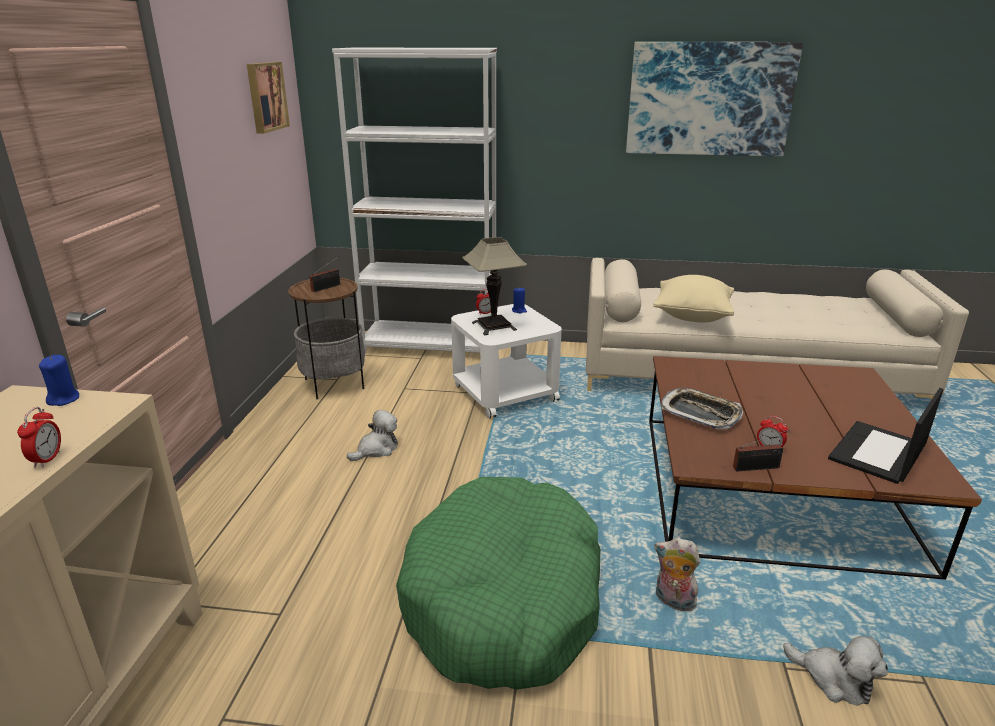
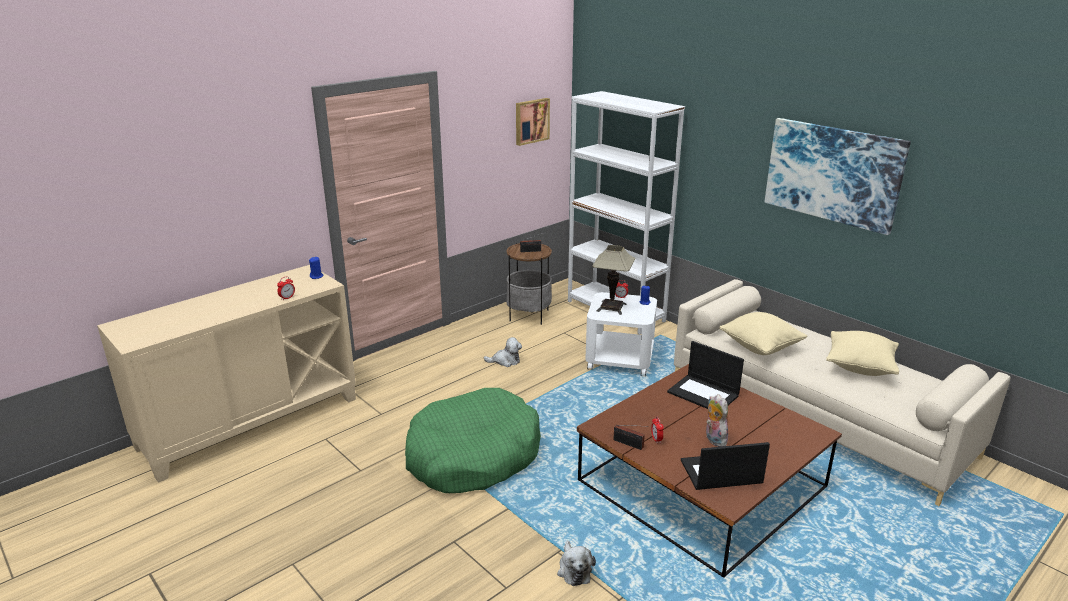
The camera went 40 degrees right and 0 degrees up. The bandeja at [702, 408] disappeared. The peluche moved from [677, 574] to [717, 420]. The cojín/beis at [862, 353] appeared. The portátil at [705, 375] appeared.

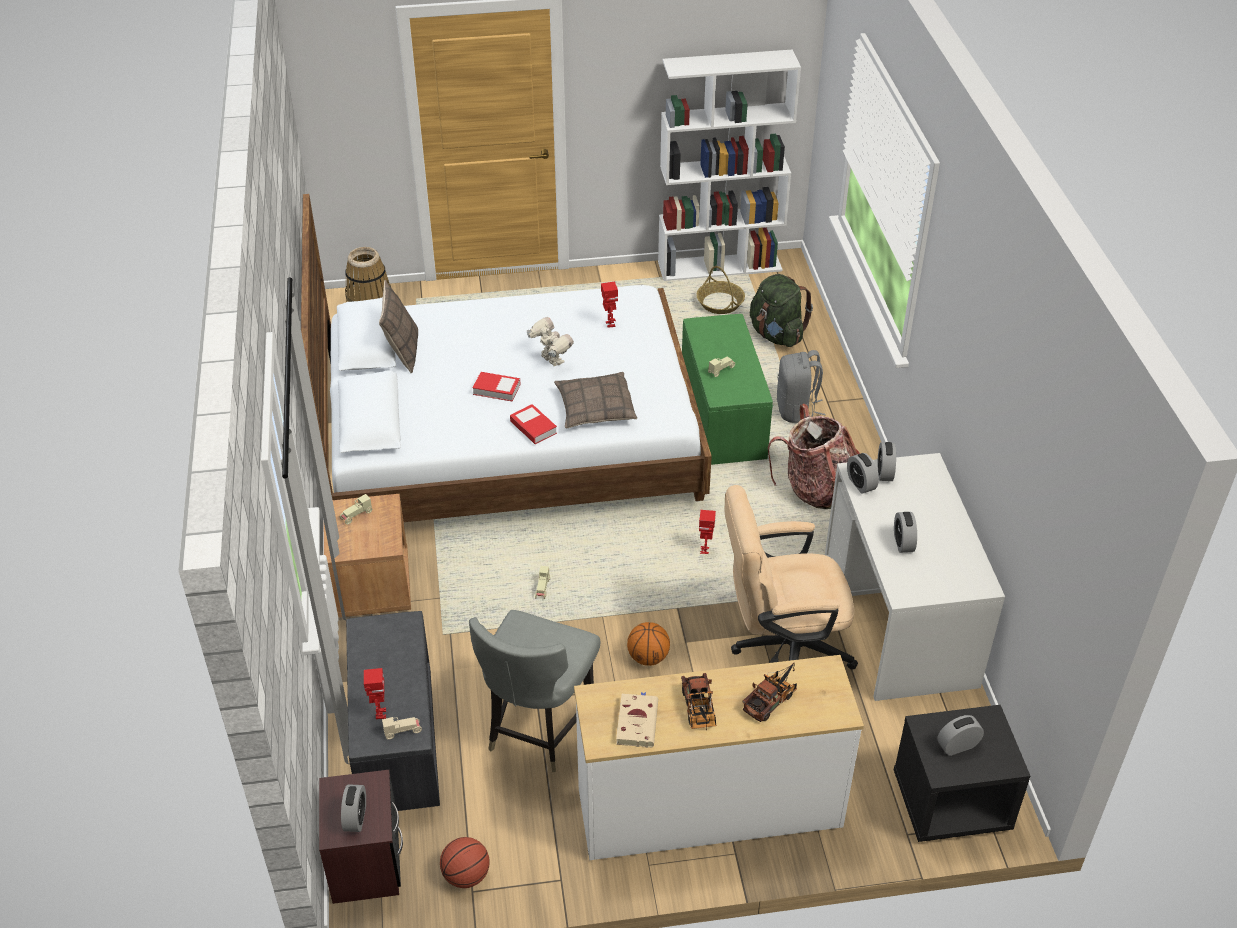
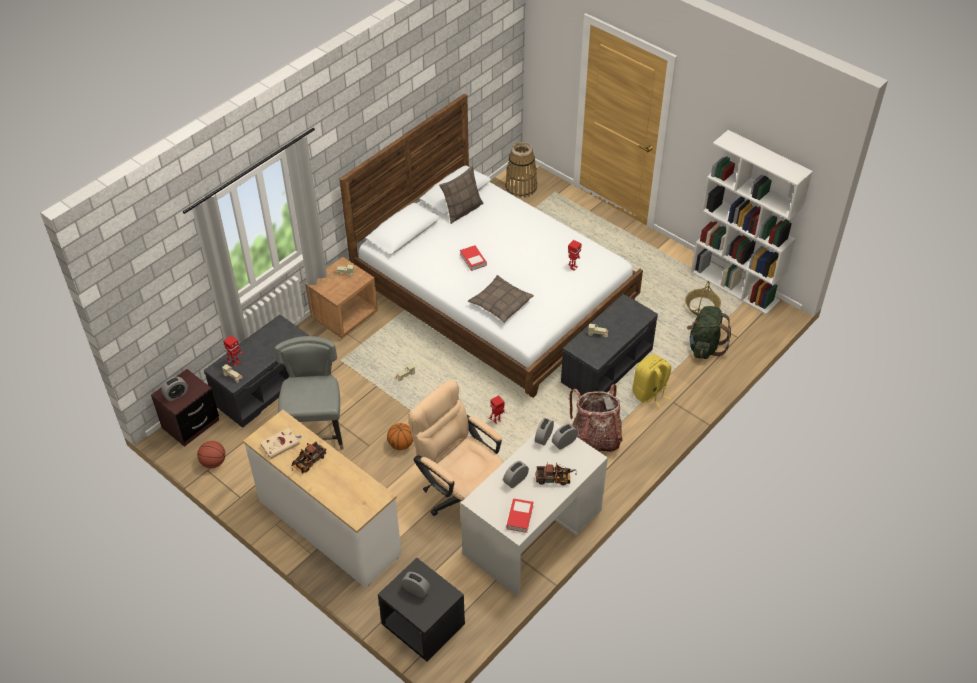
The camera went 50 degrees right and 5 degrees up. The banco/verde at [727, 389] became the banco/gris at [609, 345]. The robot de juguete at [550, 341] disappeared. The mochila/gris at [801, 386] became the mochila/amarillo at [652, 381]. The libro moved from [533, 424] to [520, 515]. The silla/gris at [534, 691] turned 105 degrees clockwise. The camión de juguete moved from [769, 692] to [556, 474].

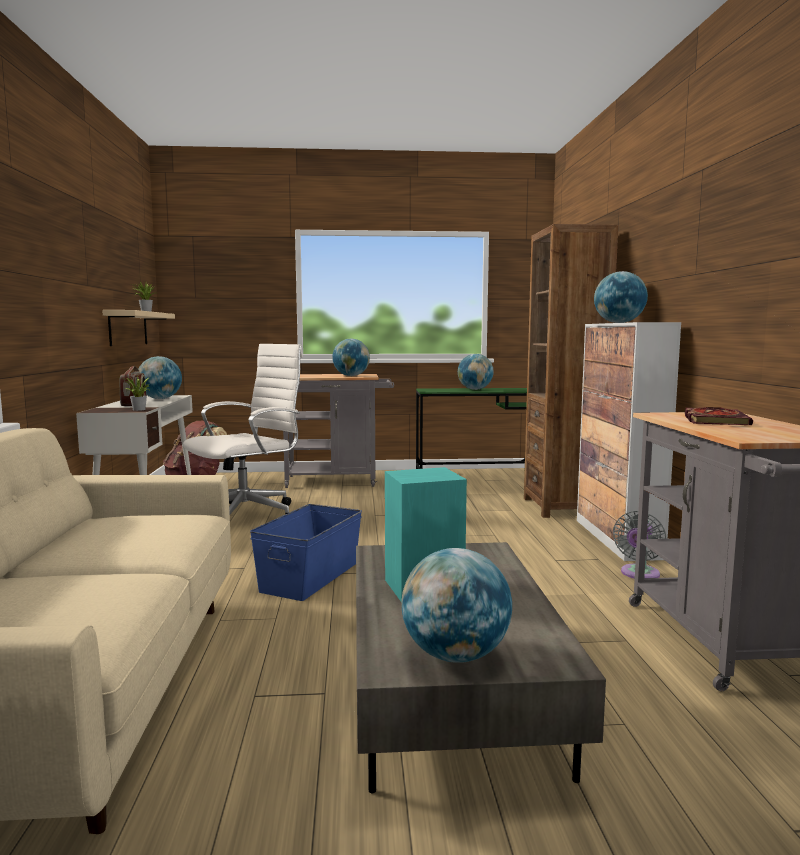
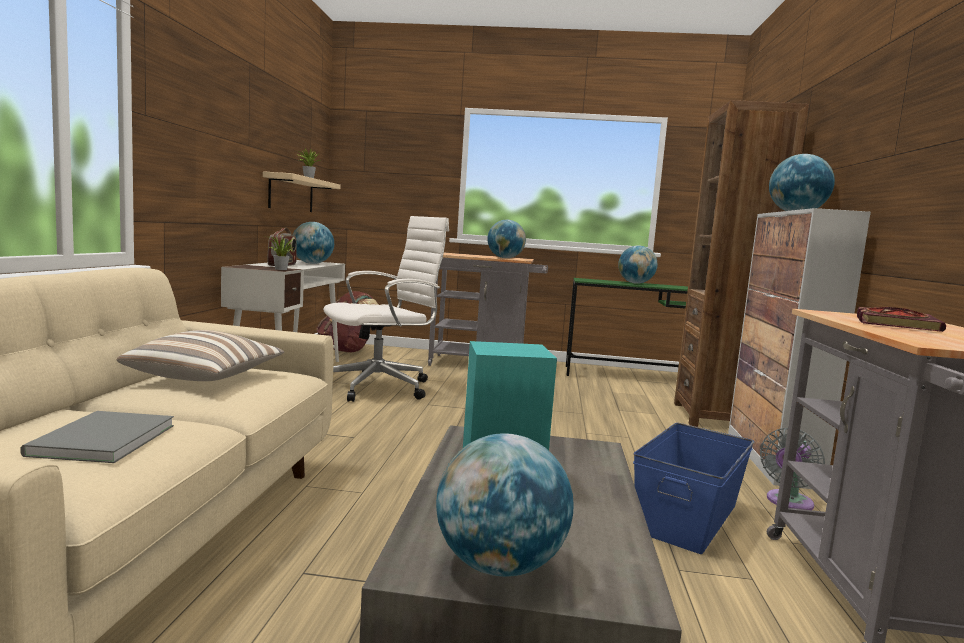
The camera went 10 degrees right and 0 degrees up. The caja de almacenaje/azul moved from [306, 552] to [693, 488]. The cojín at [200, 355] appeared. The libro/gris at [97, 437] appeared.

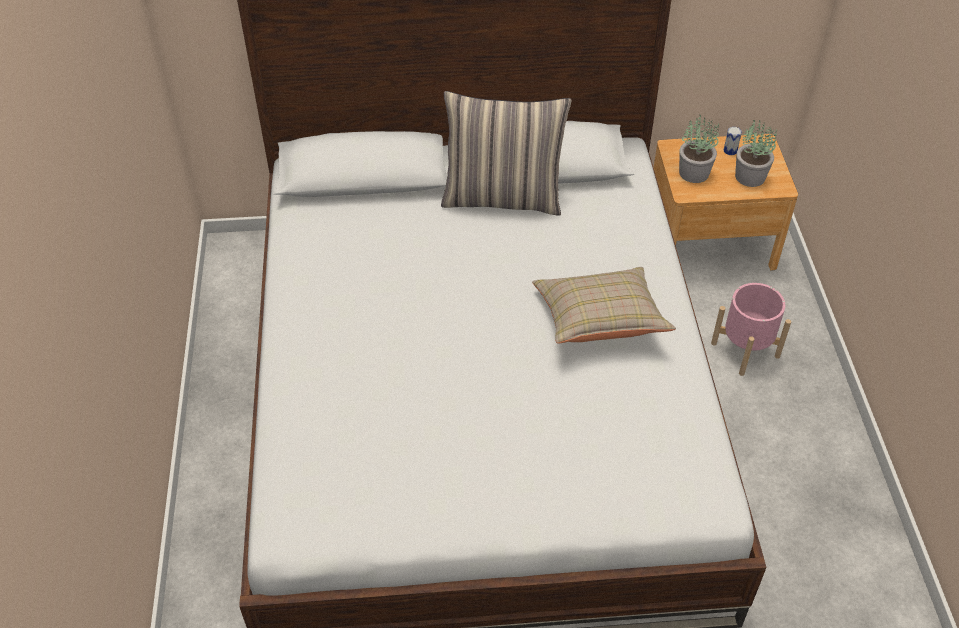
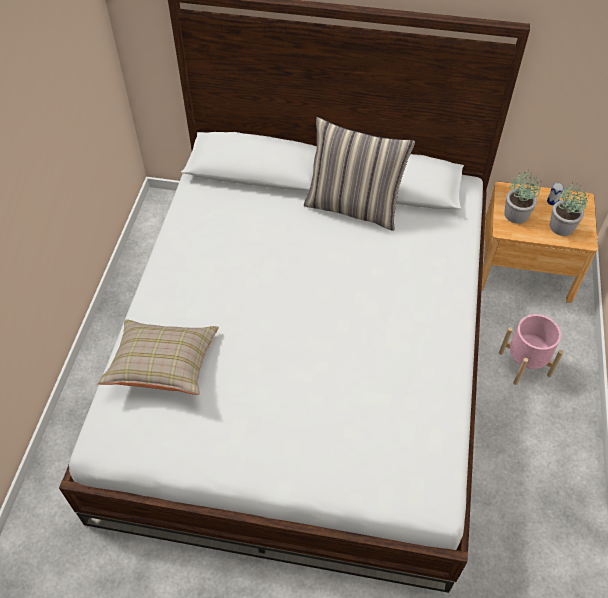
The camera went 15 degrees right and 5 degrees up. The cojín/beis moved from [604, 305] to [158, 357].

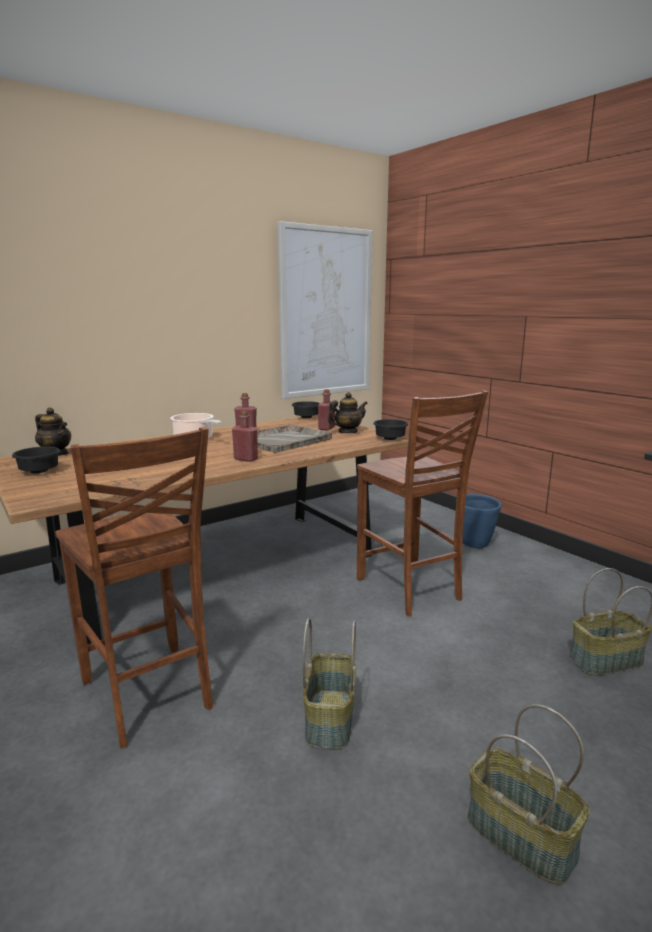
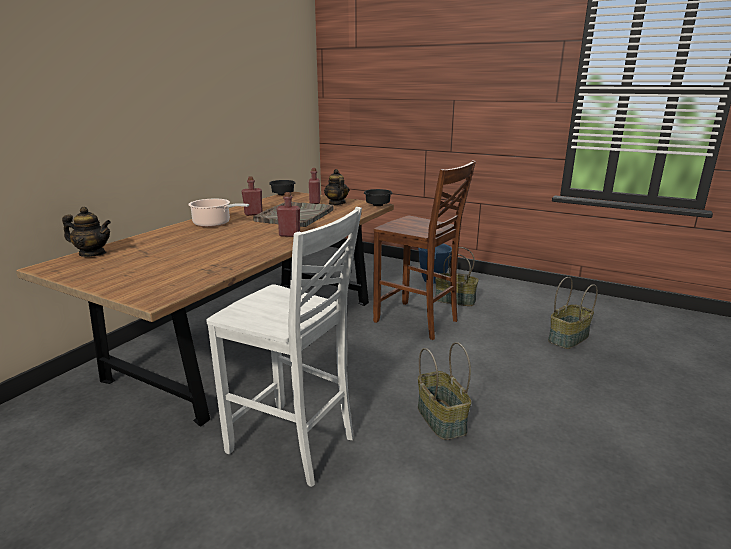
The camera went 25 degrees left and 5 degrees up. The cuadro at [324, 310] disappeared. The tetera at [348, 412] turned 60 degrees counterclockwise. The silla/marrón at [134, 587] became the silla/blanco at [284, 347]. The cuenco/negro at [36, 460] disappeared. The cesta moved from [529, 794] to [457, 276].

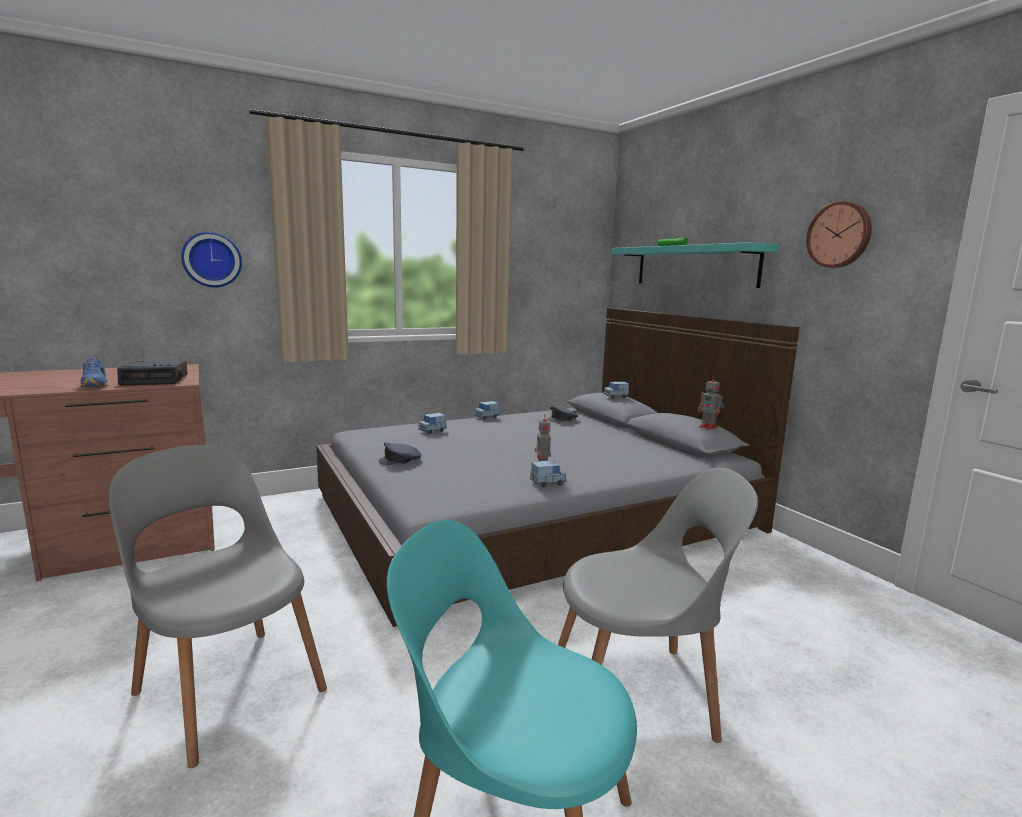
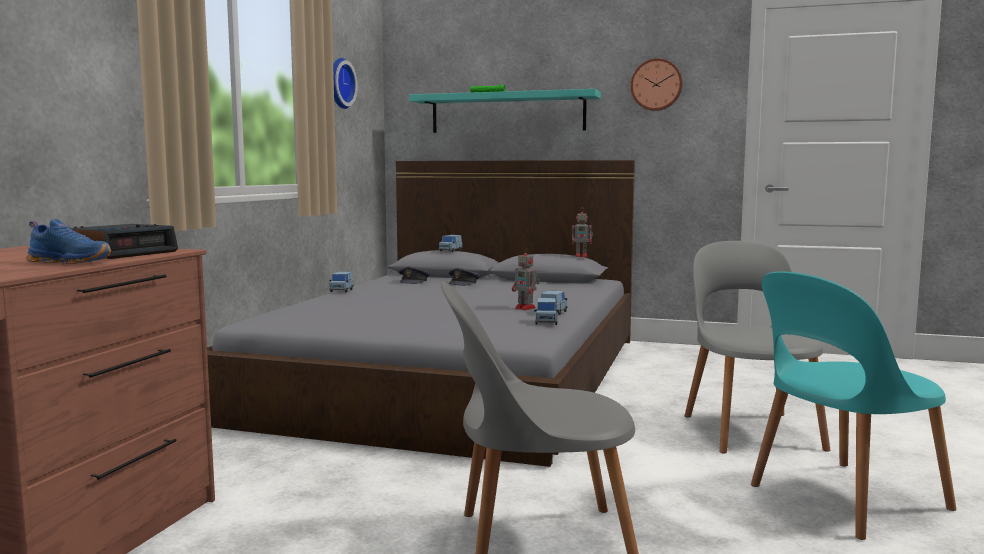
The camera went 45 degrees left and 5 degrees down. The reloj de pared moved from [211, 260] to [345, 83]. The coche de juguete/azul moved from [432, 423] to [546, 311]. The gorra/gris moved from [400, 453] to [465, 277]. The silla/gris at [658, 605] turned 45 degrees counterclockwise.

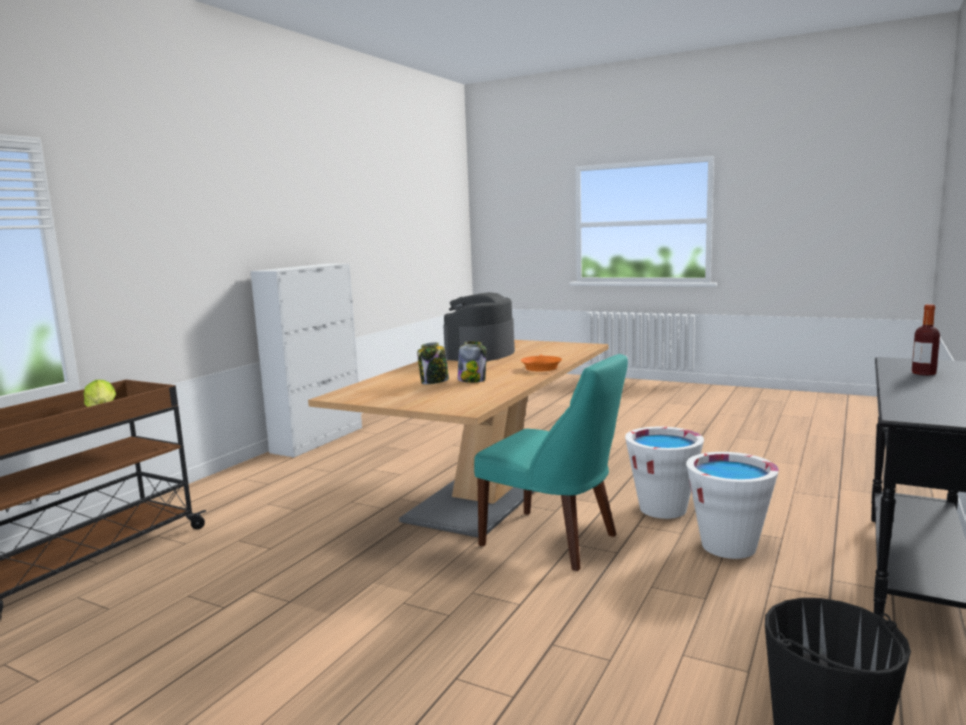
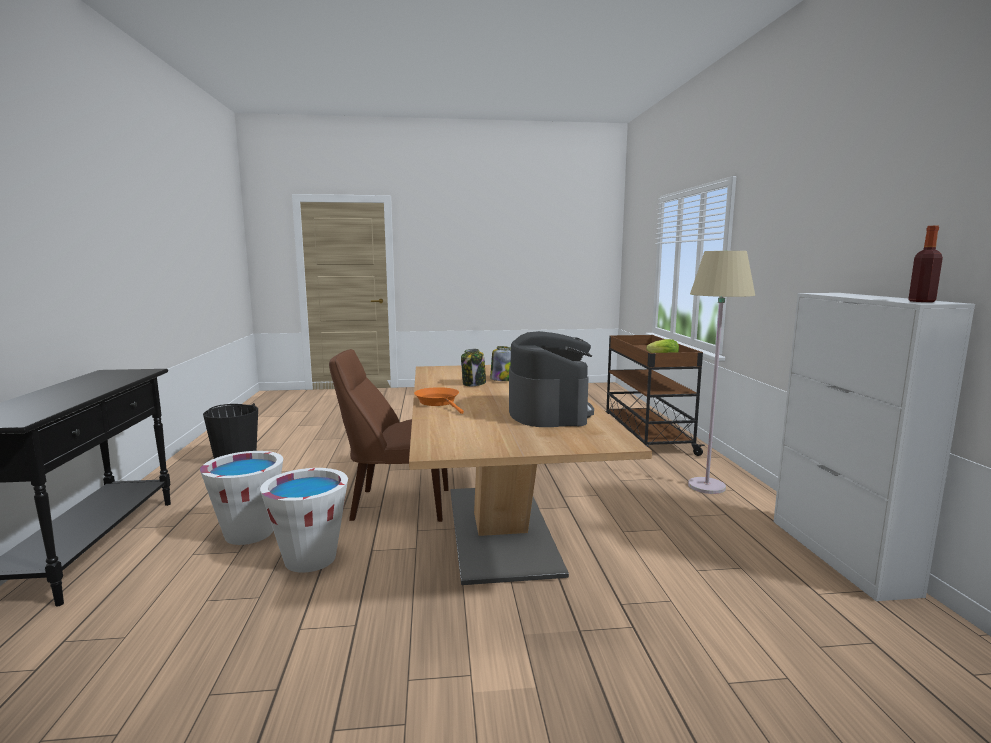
The camera went 145 degrees right and 0 degrees up. The botella moved from [926, 339] to [925, 264]. The silla/turquesa at [551, 462] became the silla/marrón at [389, 435]. The lámpara de pie/beis at [721, 372] appeared.

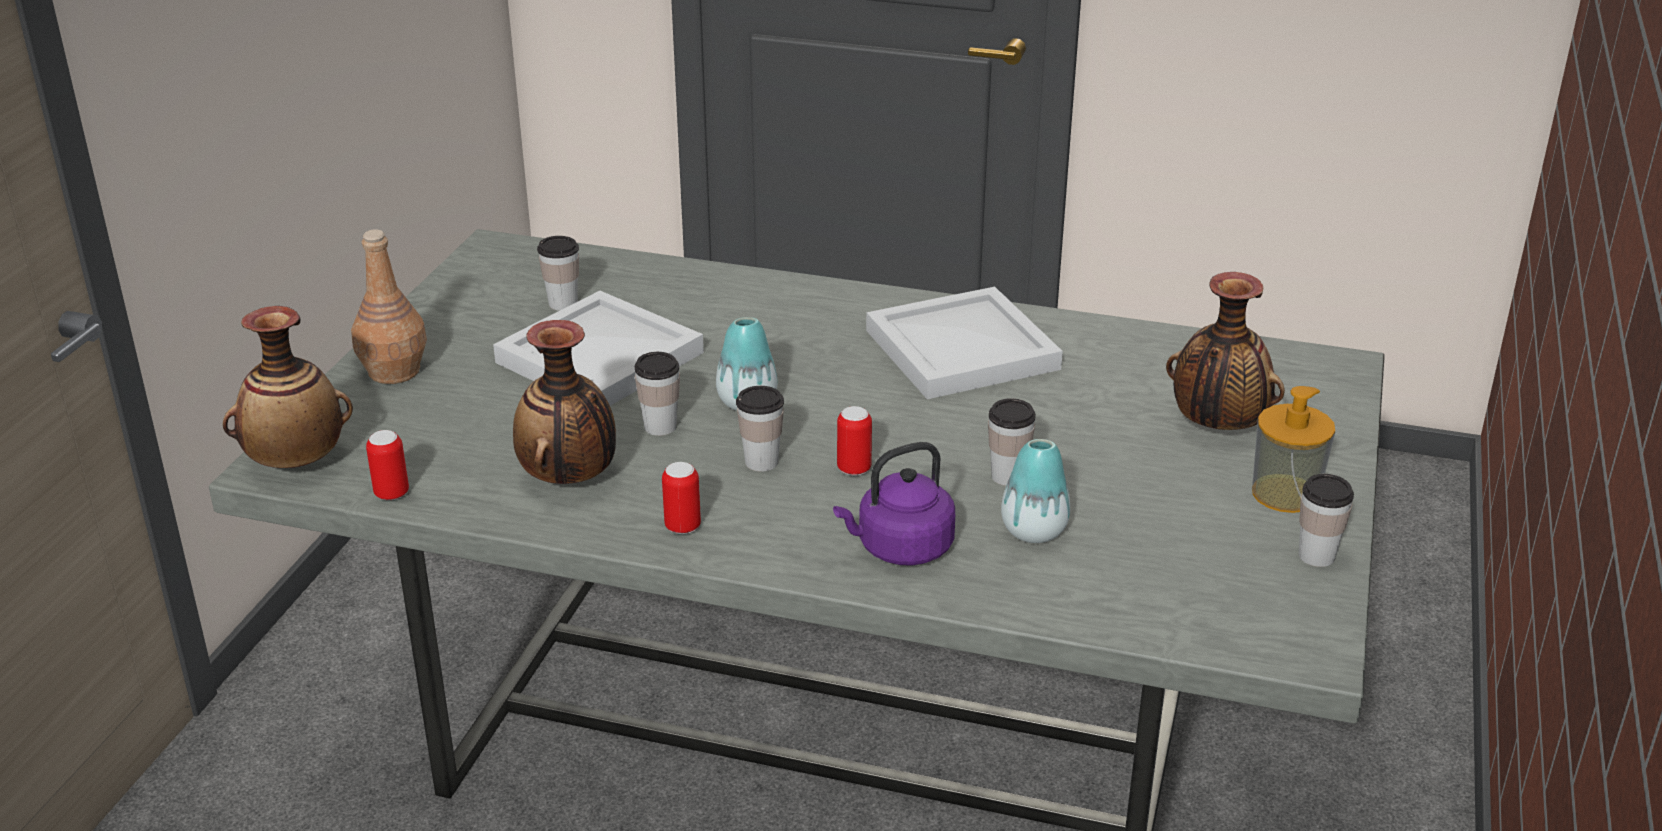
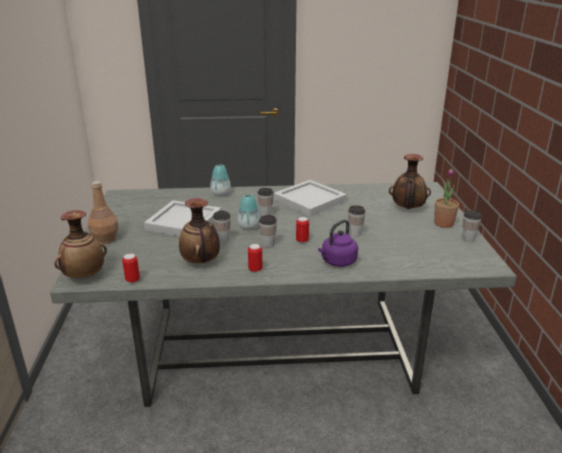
The camera went 20 degrees left and 5 degrees down. The taza moved from [558, 273] to [265, 202]. The dispensador de jabón at [1293, 449] was replaced by the planta en maceta at [446, 198]. The florero moved from [1035, 491] to [220, 180].

